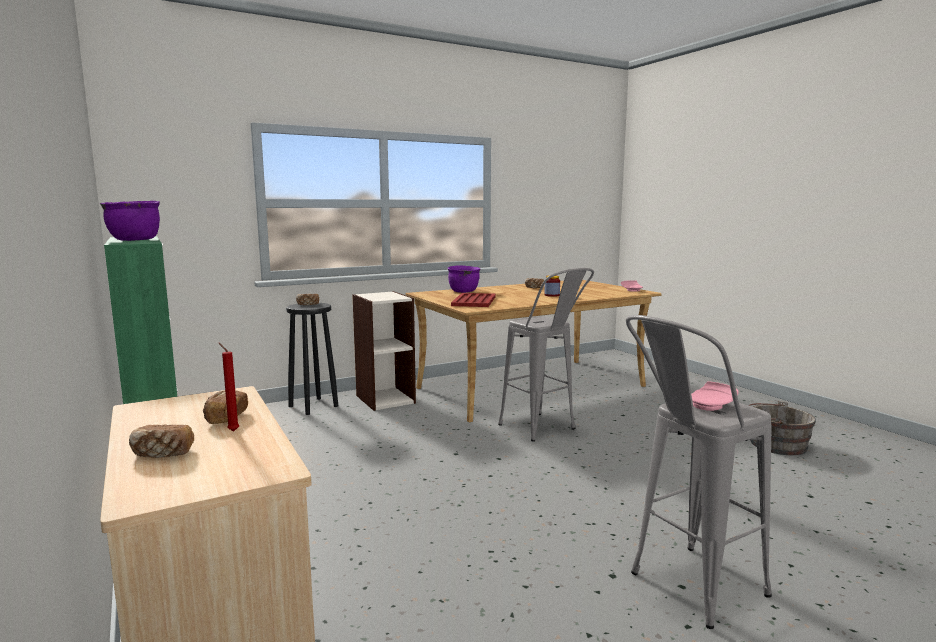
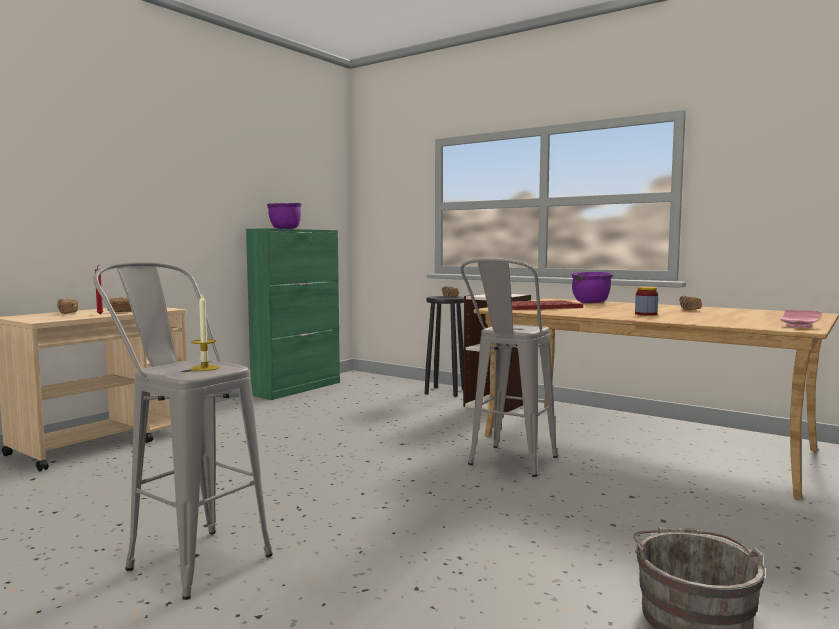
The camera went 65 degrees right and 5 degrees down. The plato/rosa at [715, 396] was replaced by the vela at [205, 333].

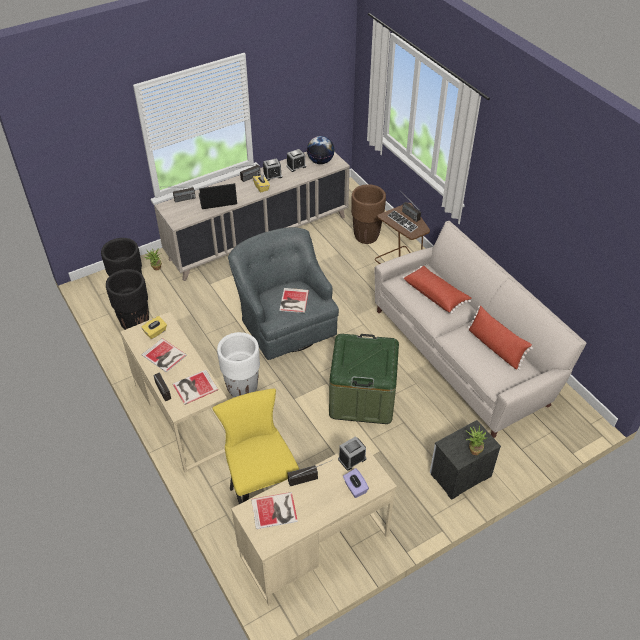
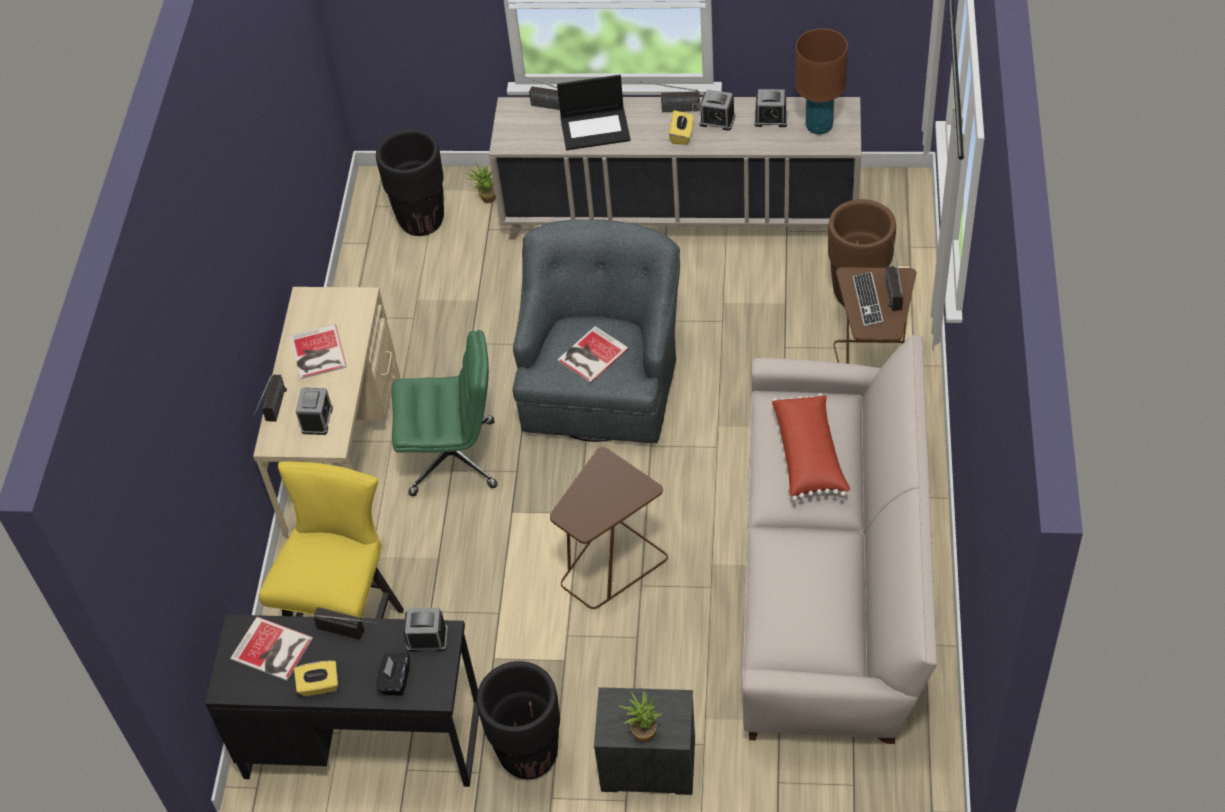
The camera went 40 degrees right and 5 degrees up. The globo terráqueo at [321, 150] was replaced by the lámpara de mesa/marrón at [822, 81]. The portátil at [218, 196] turned 150 degrees clockwise. The maceta/negro moved from [127, 299] to [518, 720]. The cojín/rojo at [500, 338] disappeared. The caja de pañuelos/amarillo moved from [154, 327] to [316, 679]. The maceta/blanco at [238, 364] was replaced by the silla de oficina/verde at [444, 413]. The caja de almacenaje/verde at [364, 379] was replaced by the mesa auxiliar/marrón at [609, 528]. The libro at [195, 387] was replaced by the despertador at [314, 411]. The escritorio/beis at [314, 523] became the escritorio/negro at [342, 701]. The caja de pañuelos/morado at [356, 483] became the caja de pañuelos/negro at [393, 674].

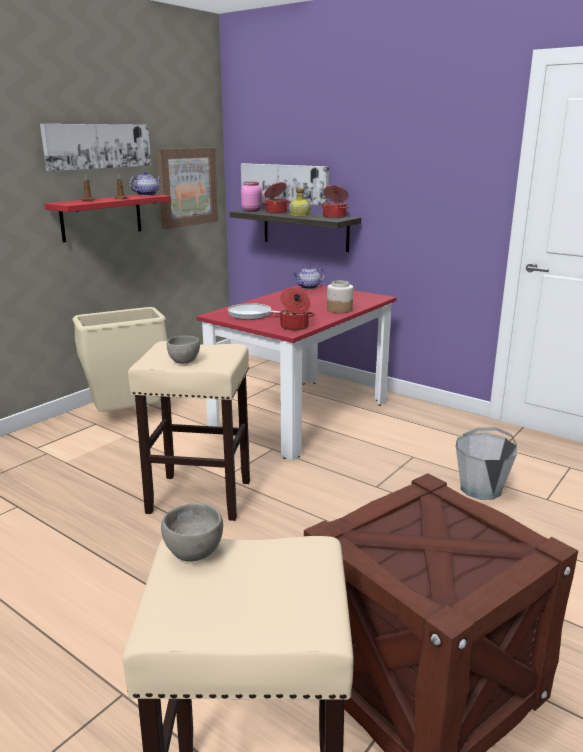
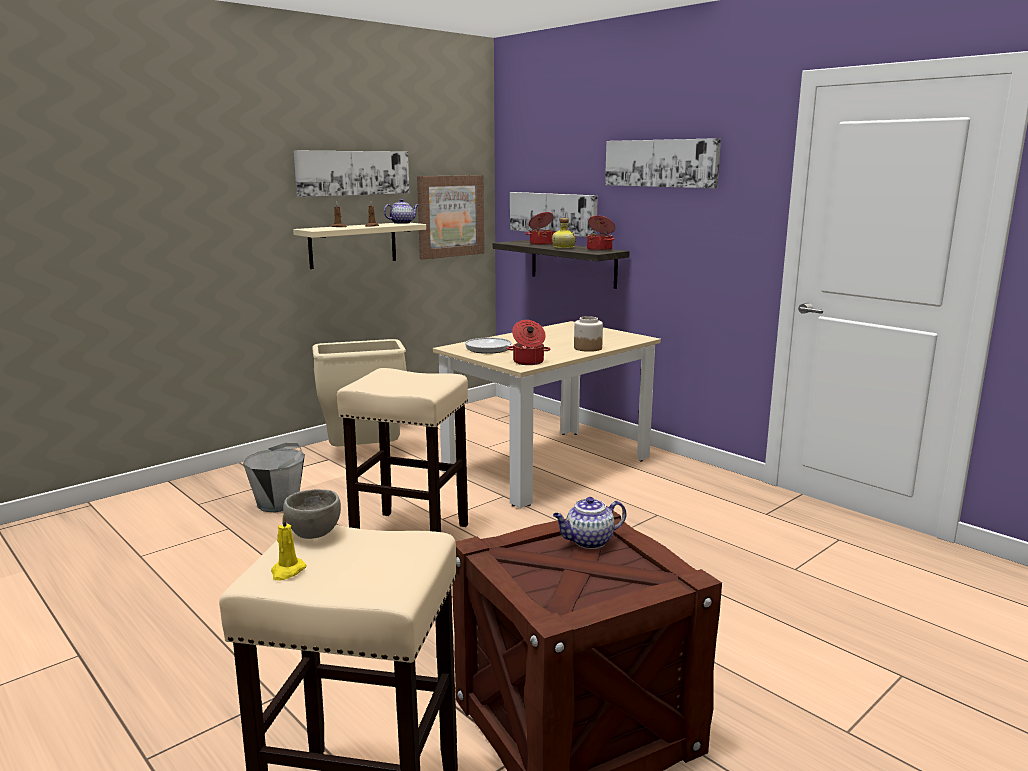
The camera went 10 degrees right and 5 degrees down. The tarro/rosa at [251, 197] disappeared. The estante/rojo at [108, 218] became the estante/beis at [359, 246]. The tetera moved from [309, 277] to [589, 523]. The mesa de comedor/rojo at [297, 372] became the mesa de comedor/beis at [547, 414]. The cuenco/gris at [183, 350] disappeared. The cubo/gris moved from [486, 463] to [274, 477]. The cuadro at [663, 163] appeared. The vela/amarillo at [288, 547] appeared.

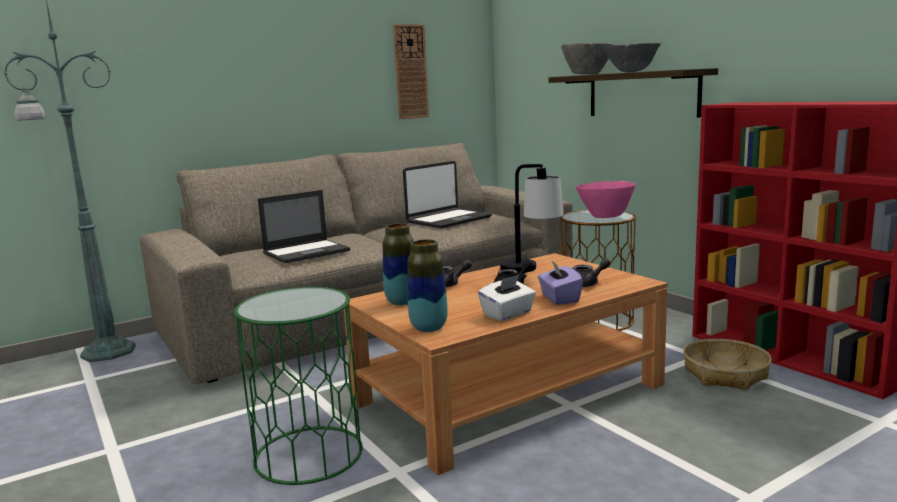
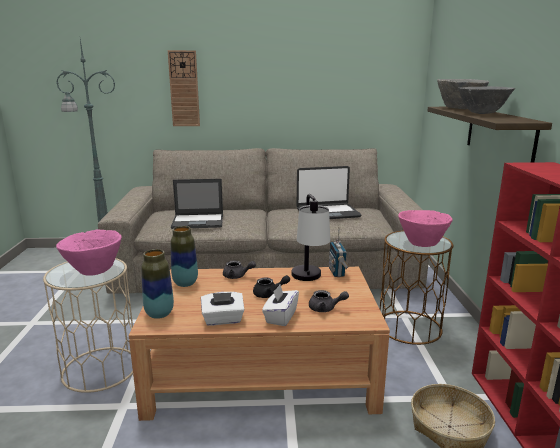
The camera went 30 degrees right and 5 degrees up. The reloj de pared moved from [411, 71] to [184, 88]. The caja de pañuelos/morado at [560, 283] became the caja de pañuelos/blanco at [280, 305]. The mesa auxiliar/verde at [298, 386] became the mesa auxiliar/beis at [88, 325]. The radio at [339, 252] appeared. The cuenco/rosa at [89, 252] appeared.

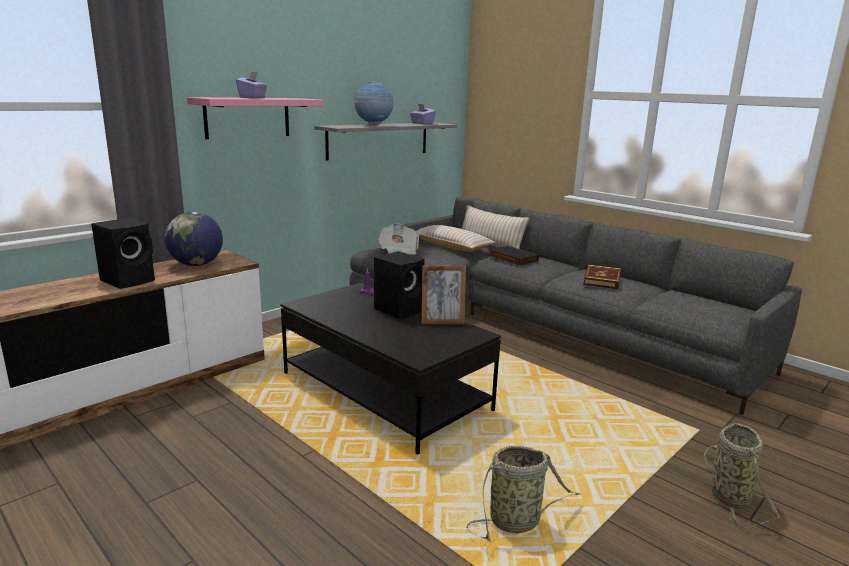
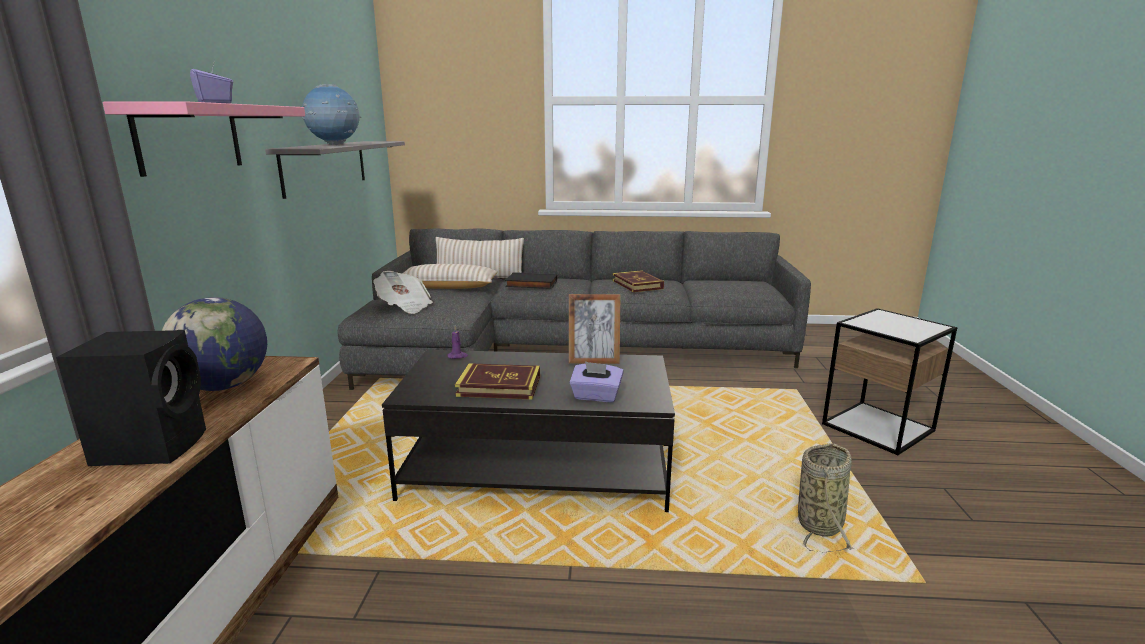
The camera went 40 degrees left and 0 degrees up. The caja de pañuelos/morado moved from [423, 114] to [597, 382]. The altavoz/negro at [399, 285] disappeared. The portarretratos at [444, 294] turned 45 degrees clockwise. The cesta at [742, 474] was replaced by the mesa auxiliar at [890, 381]. The libro at [497, 381] appeared.

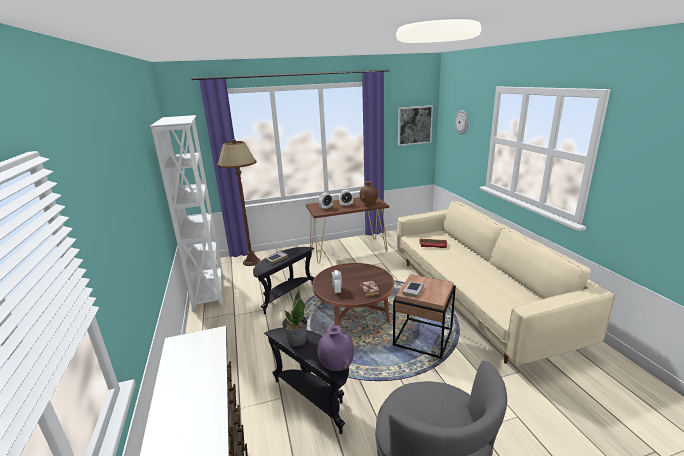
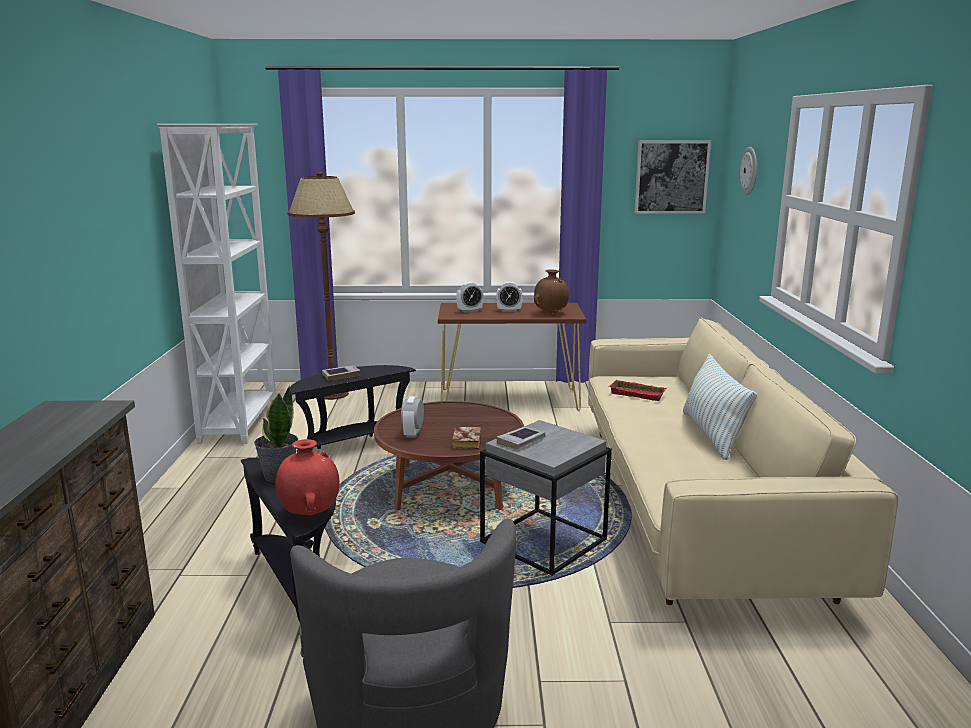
The camera went 15 degrees right and 5 degrees down. The mesa auxiliar/marrón at [424, 316] became the mesa auxiliar/gris at [546, 498]. The florero/morado at [335, 348] became the florero/rojo at [307, 477]. The cojín at [720, 407] appeared.

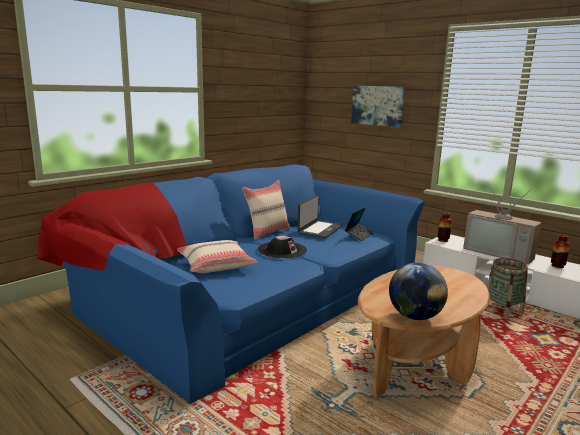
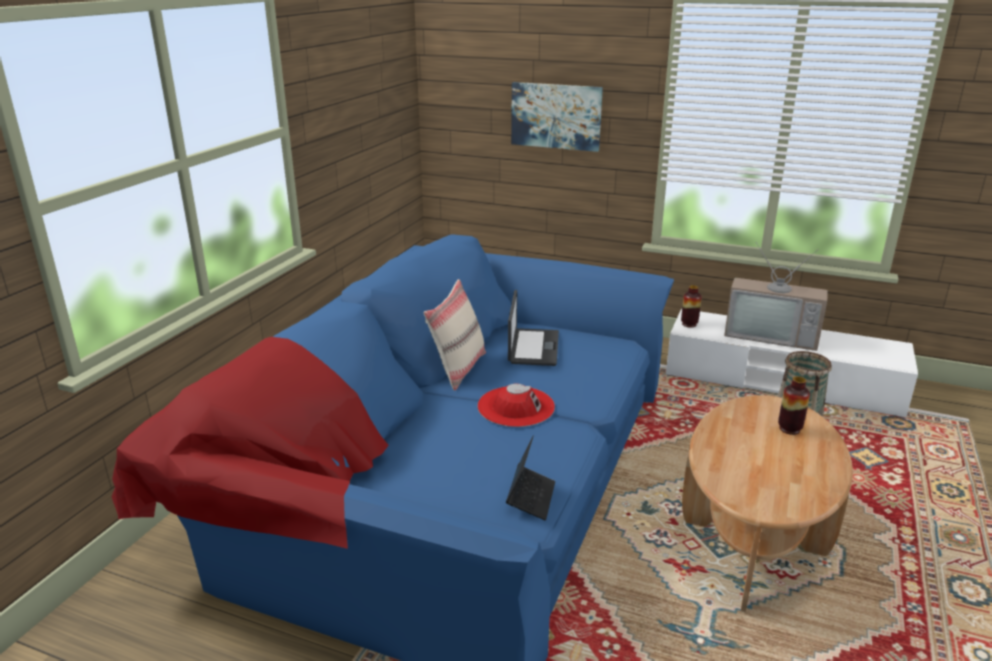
The camera went 20 degrees left and 10 degrees up. The portátil moved from [359, 224] to [530, 478]. The florero moved from [560, 251] to [794, 405]. The sombrero/negro at [282, 247] became the sombrero/rojo at [516, 405]. The cojín/beis at [217, 256] disappeared. The globo terráqueo at [418, 291] disappeared.

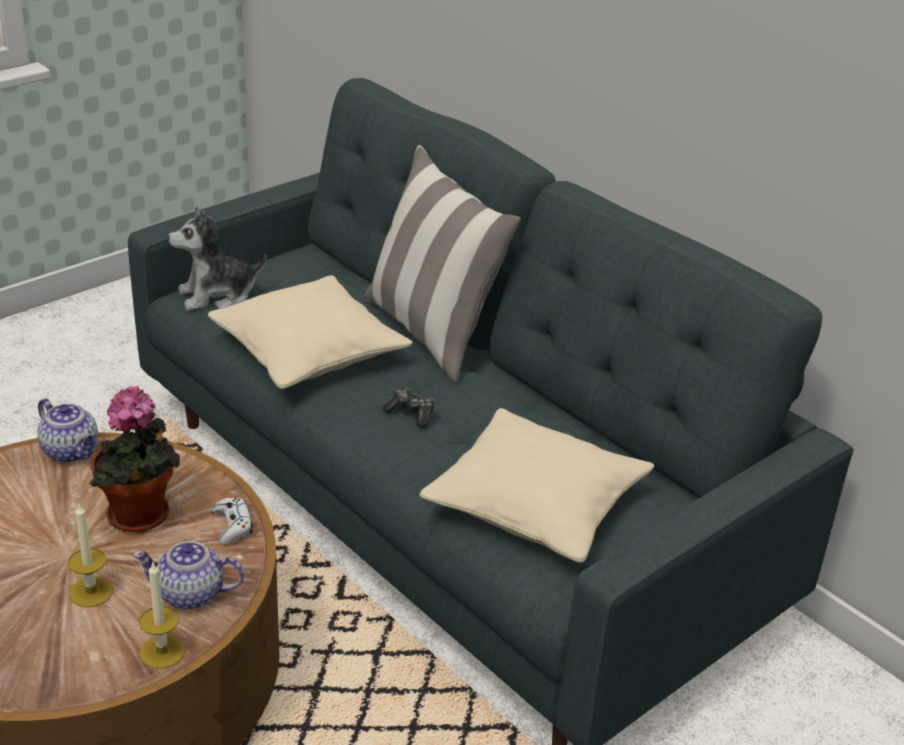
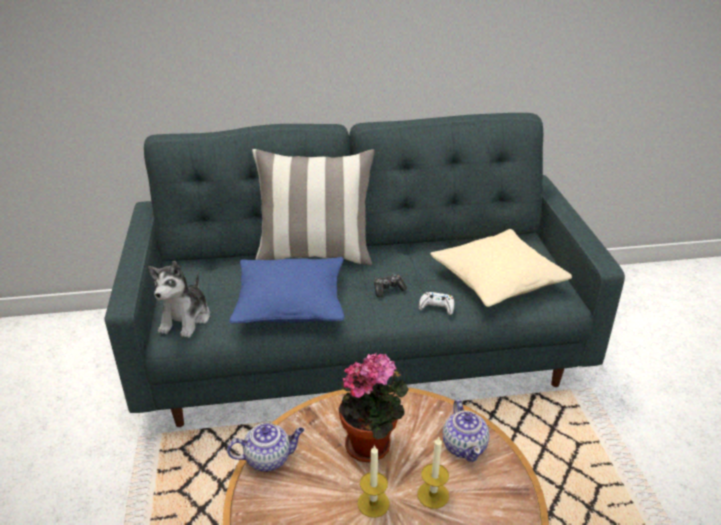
The camera went 55 degrees left and 0 degrees up. The cojín/beis at [310, 332] became the cojín/azul at [287, 290]. The mando de consola/blanco moved from [232, 521] to [436, 303]. The tetera at [188, 575] turned 45 degrees counterclockwise. The vela moved from [162, 615] to [373, 481].

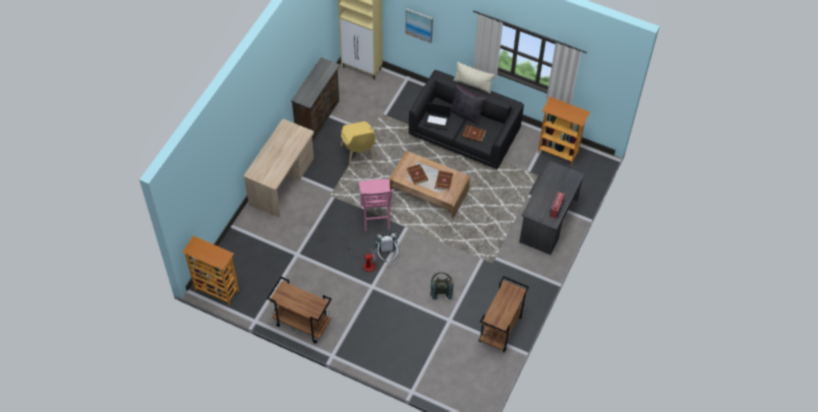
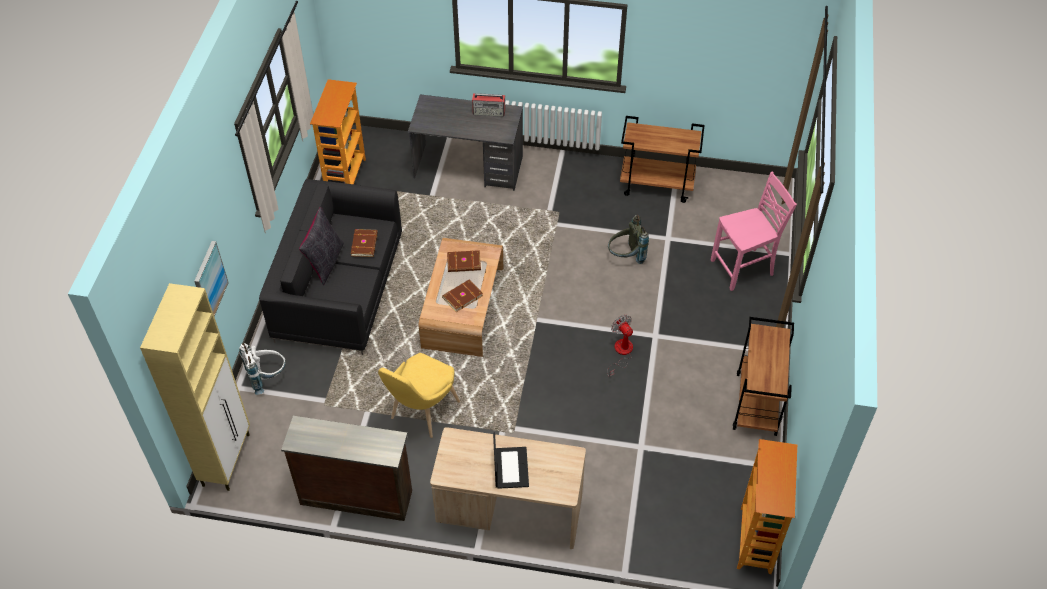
The camera went 105 degrees left and 5 degrees down. The cojín/beis at [474, 77] disappeared. The portátil moved from [437, 116] to [511, 460]. The silla/amarillo at [358, 144] turned 150 degrees clockwise. The silla/rosa moved from [376, 205] to [754, 231]. The mochila/blanco moved from [386, 247] to [262, 369].

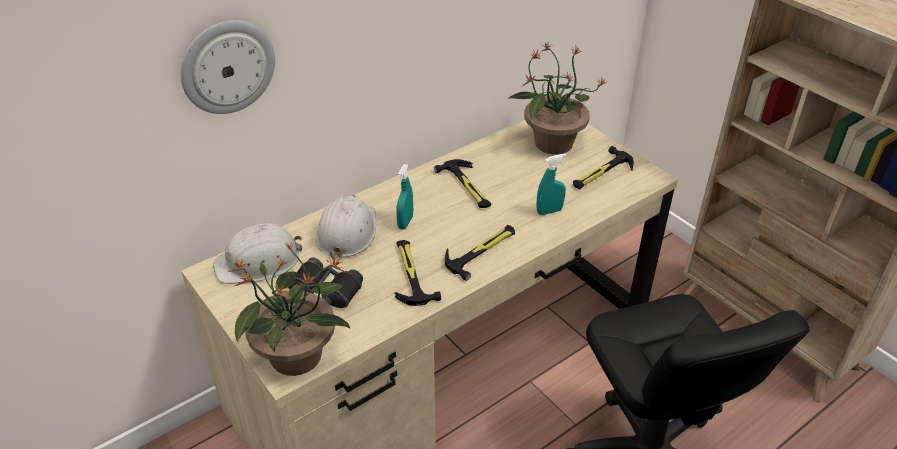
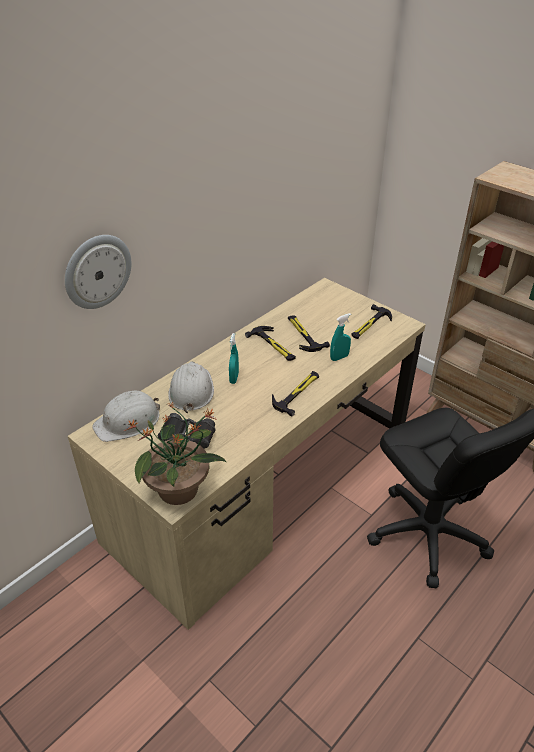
The camera went 10 degrees left and 0 degrees up. The planta en maceta at [556, 98] disappeared. The martillo moved from [418, 273] to [309, 333].

